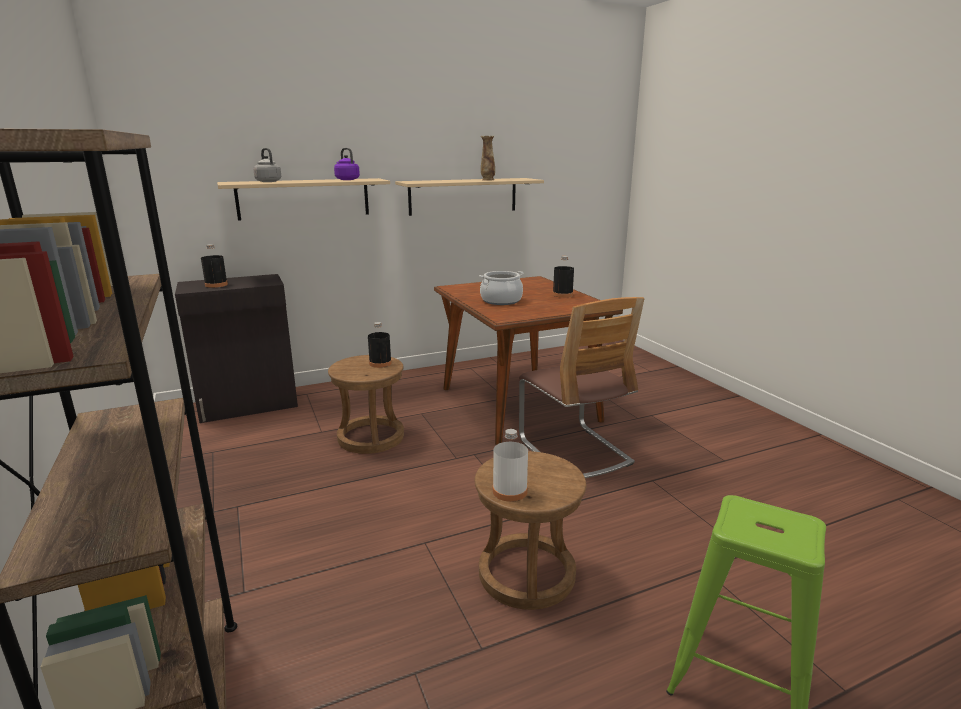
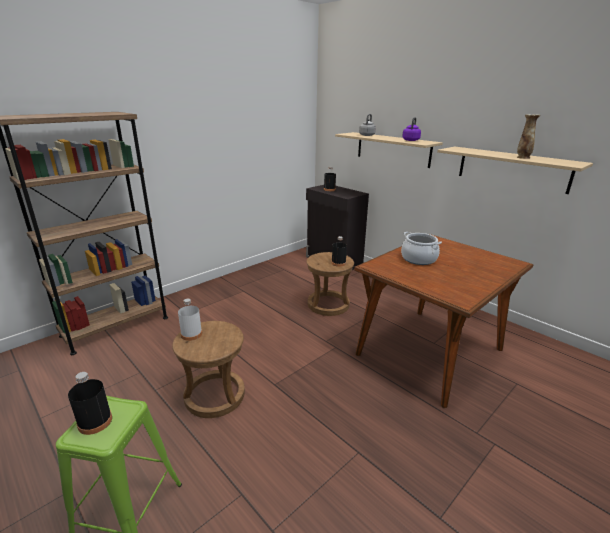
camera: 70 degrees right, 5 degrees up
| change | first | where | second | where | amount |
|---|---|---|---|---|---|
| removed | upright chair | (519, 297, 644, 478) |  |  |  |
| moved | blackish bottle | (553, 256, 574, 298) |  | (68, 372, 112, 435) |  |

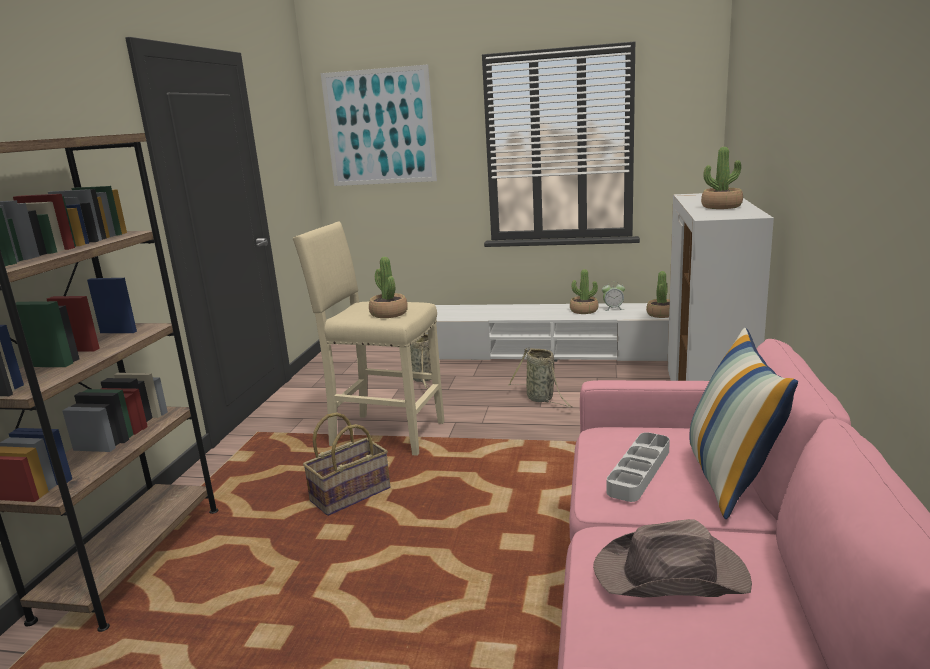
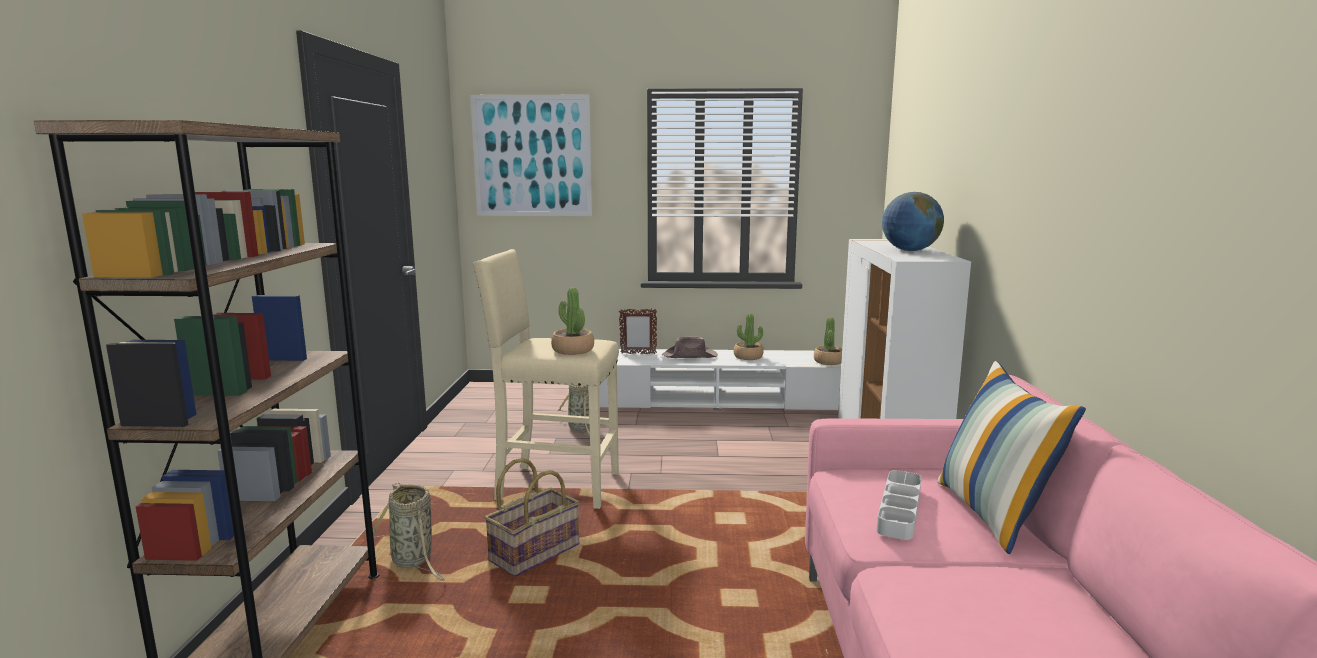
camera: 10 degrees left, 5 degrees down
| change | first | where | second | where | amount |
|---|---|---|---|---|---|
| moved | household basket | (508, 348, 572, 408) |  | (373, 483, 446, 581) |  |
| moved | brownish wearable hat | (593, 519, 752, 598) |  | (662, 336, 718, 358) |  |
| removed | table clock | (602, 282, 625, 311) |  |  |  |
| replaced | potted plant | (701, 147, 743, 209) | globe | (882, 192, 944, 251) |  |
| added |  |  | photo frame | (619, 309, 657, 354) |  |

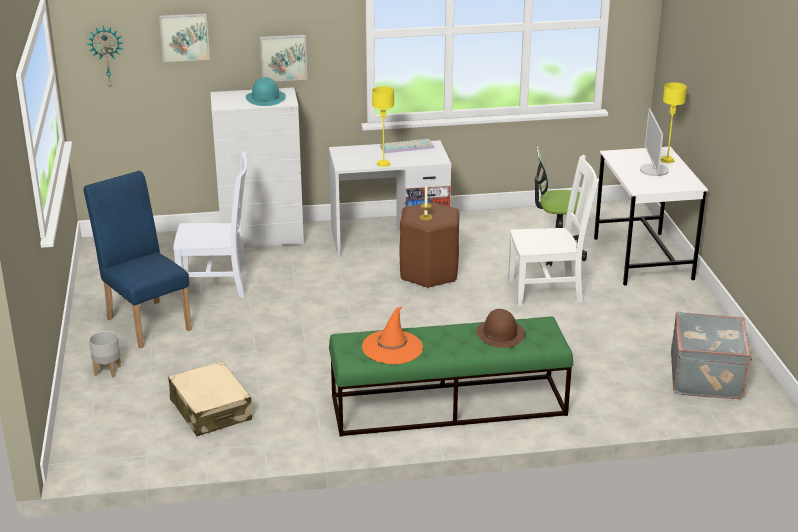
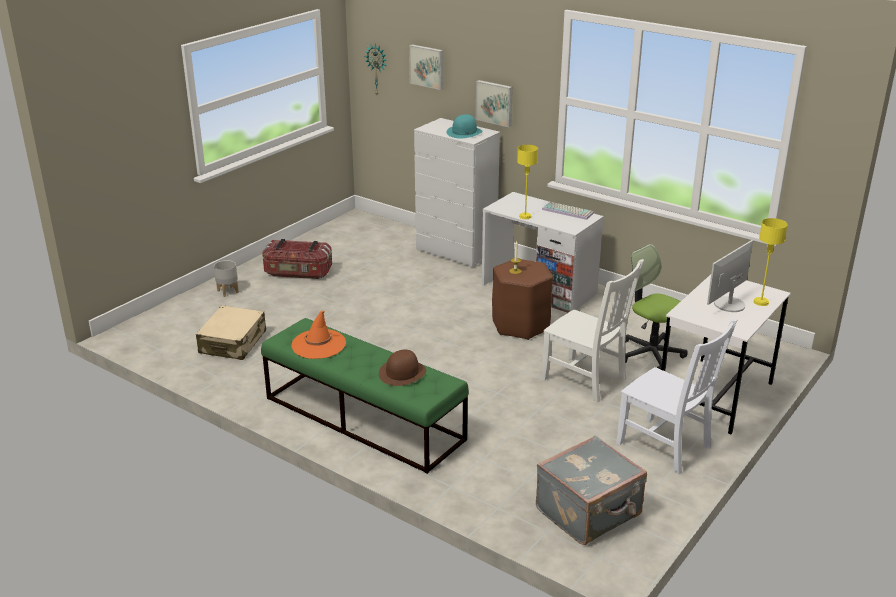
camera: 45 degrees right, 0 degrees up
| change | first | where | second | where | amount |
|---|---|---|---|---|---|
| replaced | blue upright chair | (83, 171, 192, 348) | storage box | (262, 239, 332, 279) |  |
| moved | white upright chair | (173, 151, 249, 299) |  | (616, 319, 738, 474) |  |

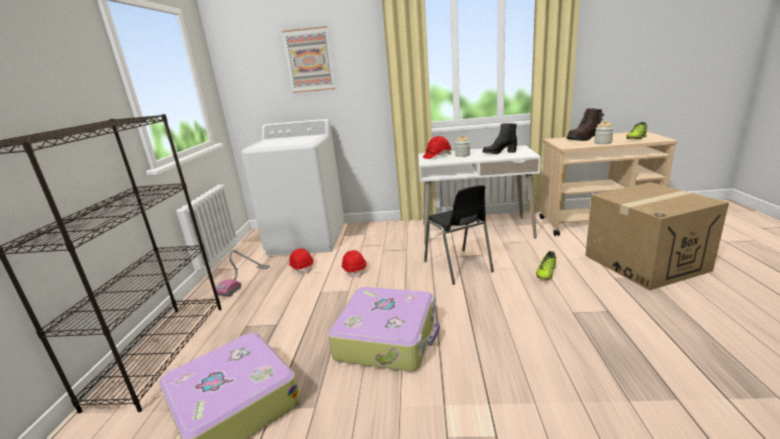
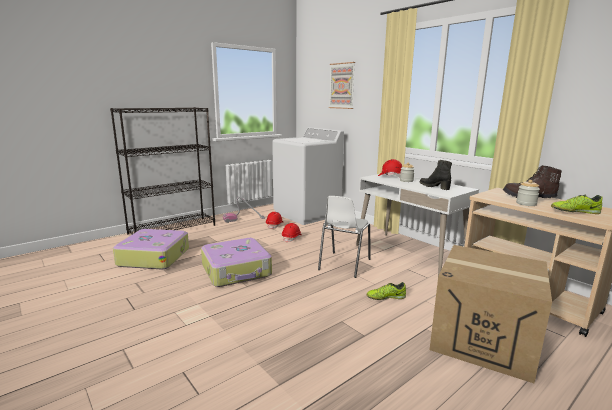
camera: 45 degrees right, 5 degrees down
| change | first | where | second | where | amount |
|---|---|---|---|---|---|
| recoloured | blackish upright chair | (424, 185, 494, 284) | white upright chair | (318, 196, 371, 278) |  |

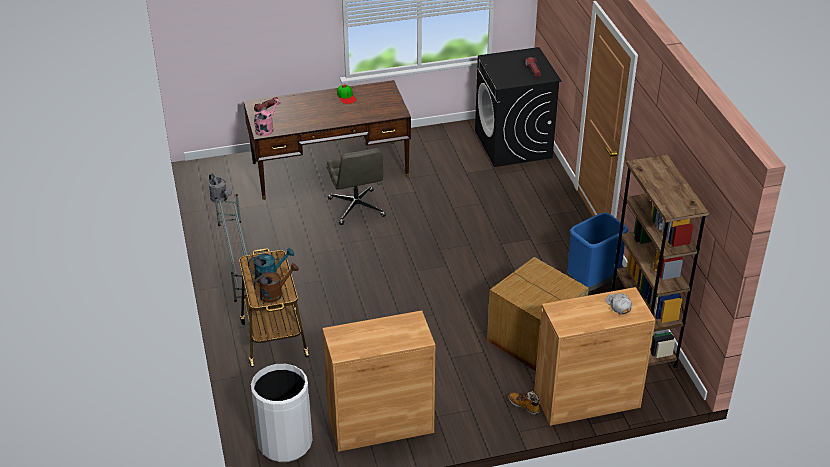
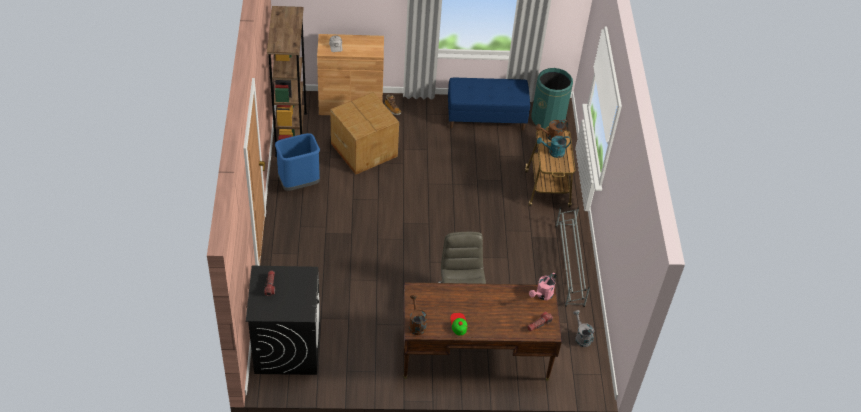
camera: 170 degrees left, 10 degrees up
| change | first | where | second | where | amount |
|---|---|---|---|---|---|
| recoloured | white rubbish bin | (251, 364, 313, 462) | greenish rubbish bin | (531, 68, 573, 129) |  |
| replaced | brownish cabinet | (322, 310, 435, 452) | blue bench | (448, 78, 530, 130) |  |
| added |  |  | brownish watering pot | (409, 294, 427, 335) |  |

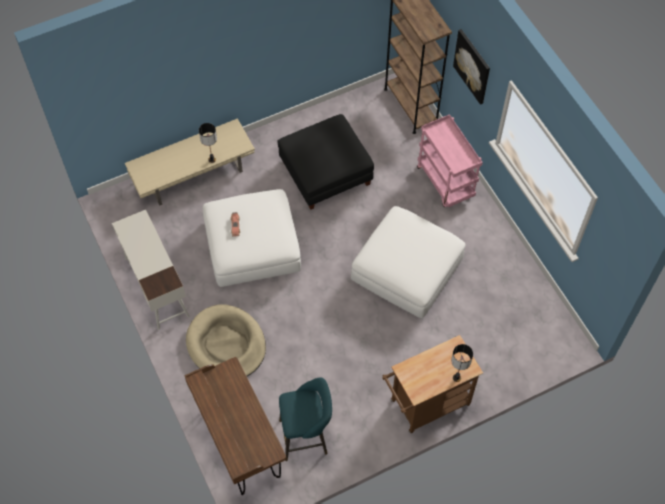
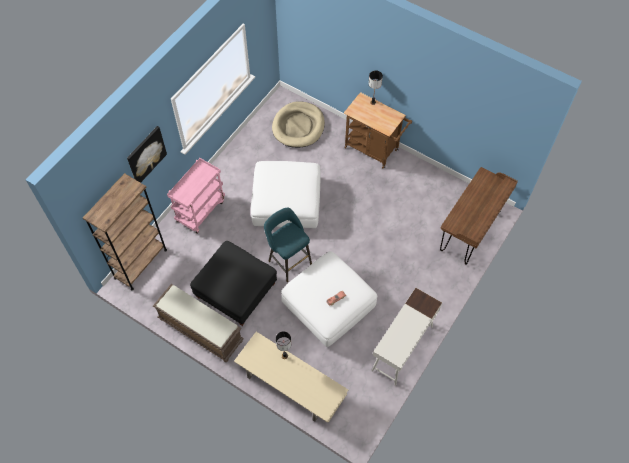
camera: 120 degrees left, 0 degrees up
| change | first | where | second | where | amount |
|---|---|---|---|---|---|
| moved | beige-coloured dog cushion | (186, 304, 266, 376) |  | (272, 102, 325, 148) |  |
| moved | blue-green sitting stool | (279, 377, 332, 461) |  | (264, 208, 312, 282) |  |
| added |  |  | brownish bench | (153, 284, 244, 362) |  |

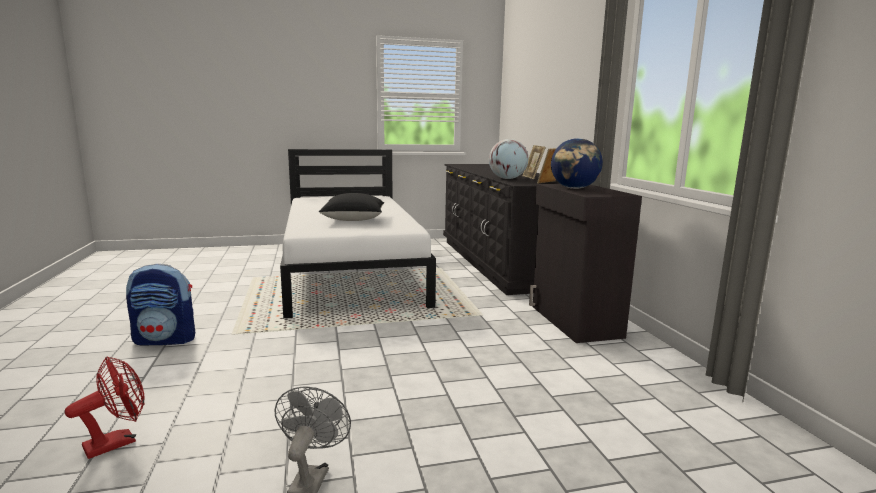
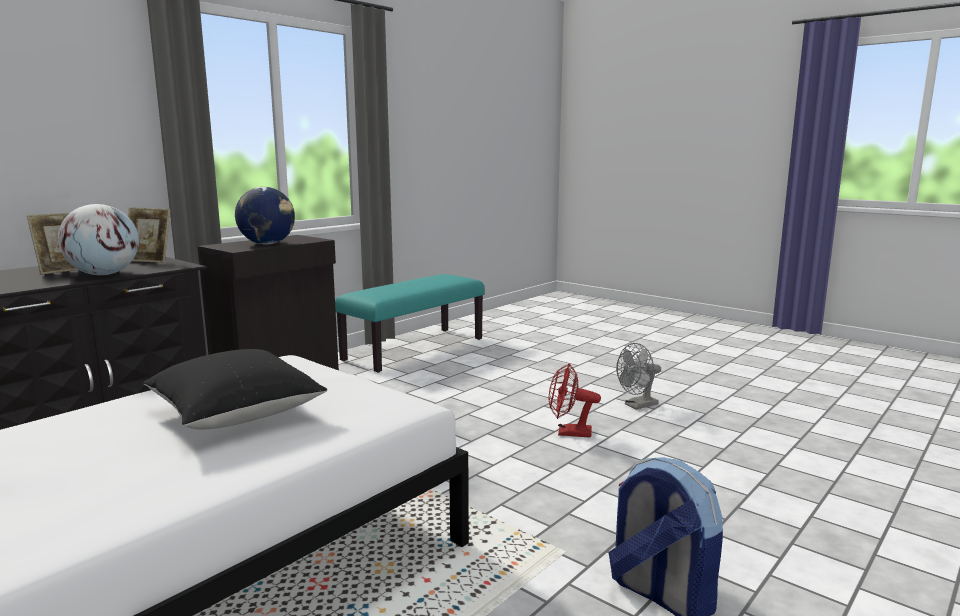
camera: 125 degrees left, 0 degrees up
| change | first | where | second | where | amount |
|---|---|---|---|---|---|
| moved | reddish cooling fan | (65, 356, 145, 459) |  | (549, 363, 601, 438) |  |
| added |  |  | blue-green bench | (335, 274, 485, 372) |  |

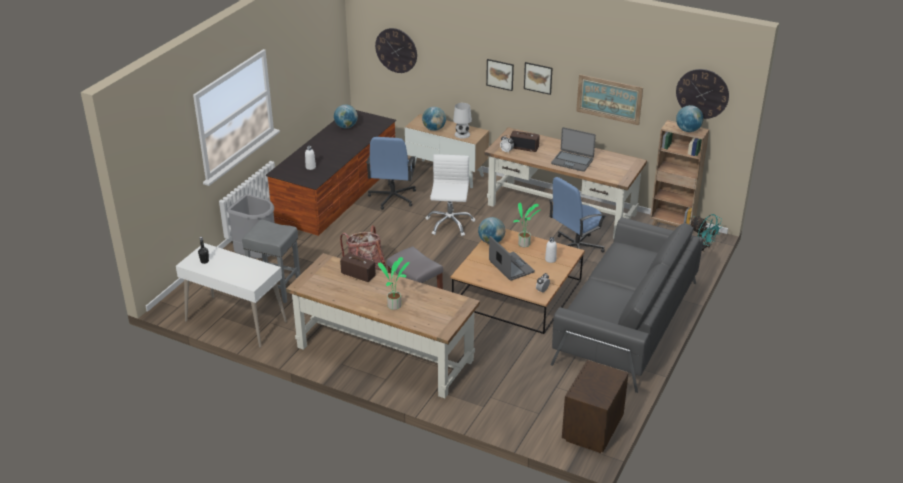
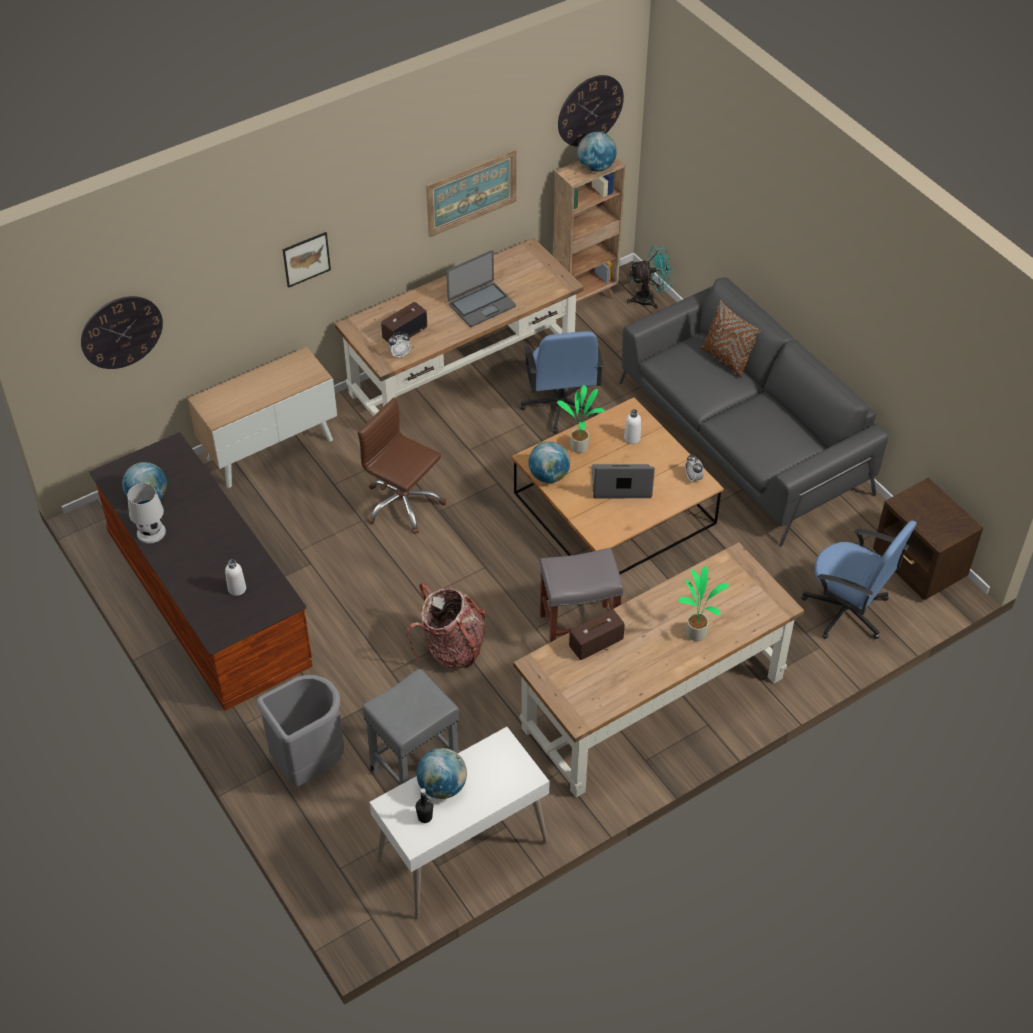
camera: 60 degrees left, 15 degrees up
| change | first | where | second | where | amount |
|---|---|---|---|---|---|
| moved | blue office chair | (366, 137, 416, 210) |  | (801, 520, 917, 639) |  |
| moved | globe | (422, 107, 446, 131) |  | (417, 748, 467, 799) |  |
| recoloured | white office chair | (426, 154, 475, 236) | brownish office chair | (358, 398, 446, 534) |  |
| moved | white tabletop lamp | (453, 103, 472, 139) |  | (127, 483, 166, 543) |  |
| removed | picture | (524, 62, 553, 95) |  |  |  |
| added |  |  | brownish pillow | (701, 300, 761, 378) |  |

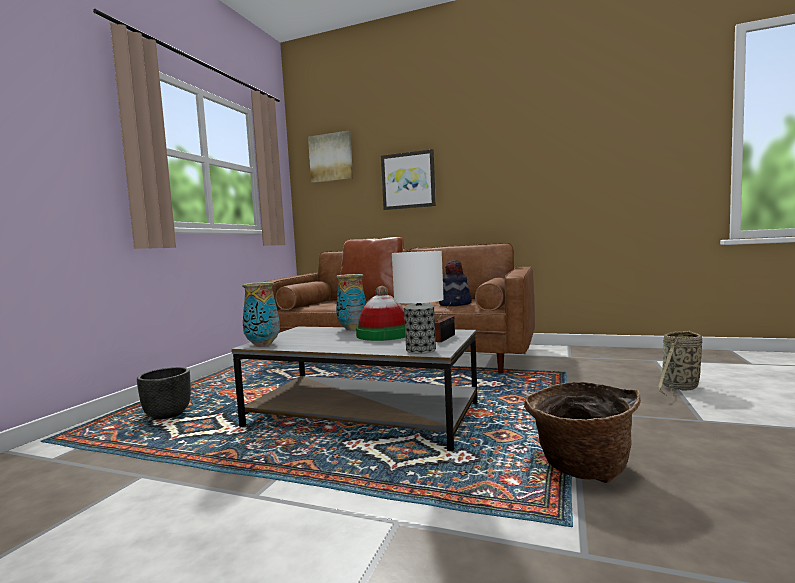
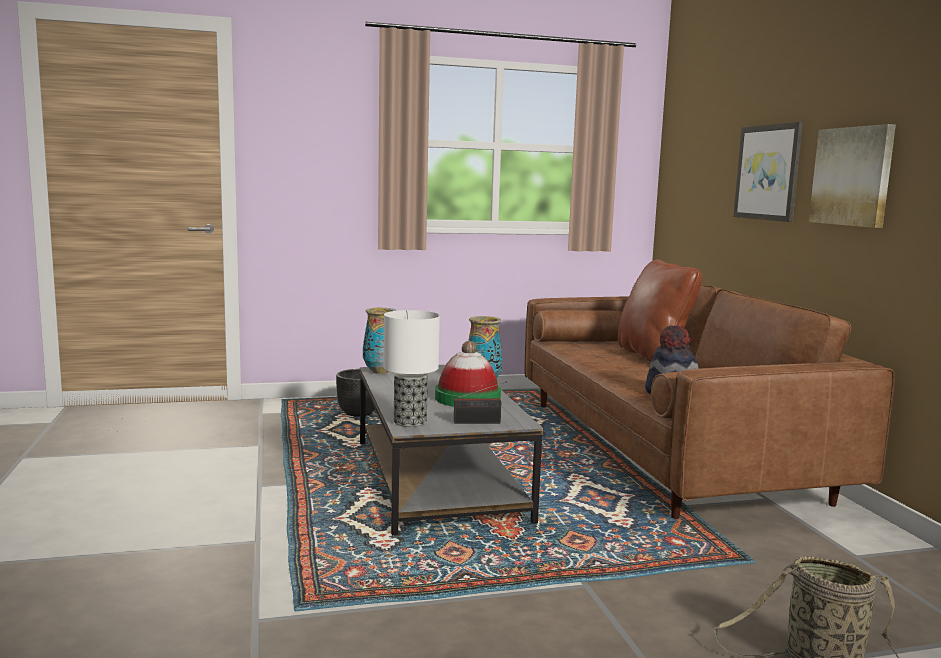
camera: 55 degrees right, 5 degrees up
| change | first | where | second | where | amount |
|---|---|---|---|---|---|
| moved | picture | (308, 131, 353, 183) |  | (809, 124, 896, 228) |  |
| removed | household basket | (524, 382, 641, 483) |  |  |  |

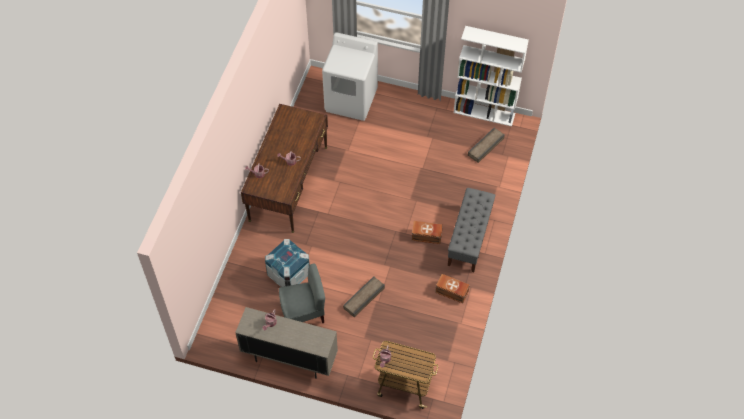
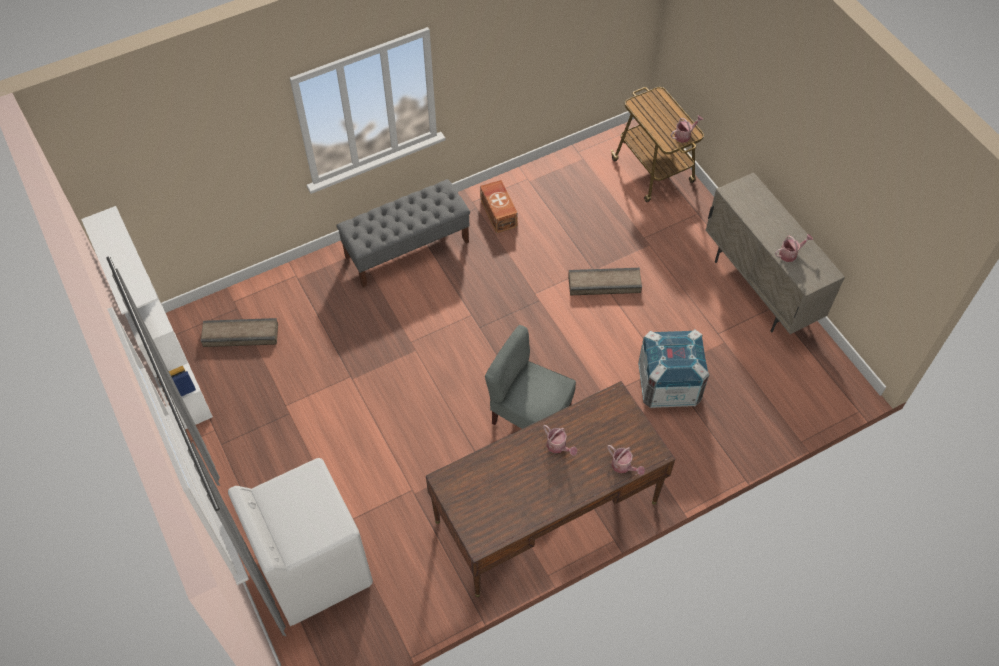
camera: 135 degrees left, 0 degrees up
| change | first | where | second | where | amount |
|---|---|---|---|---|---|
| moved | greyish upright chair | (279, 264, 325, 323) |  | (485, 325, 576, 429) |  |
| removed | brownish storage box | (412, 221, 443, 244) |  |  |  |

